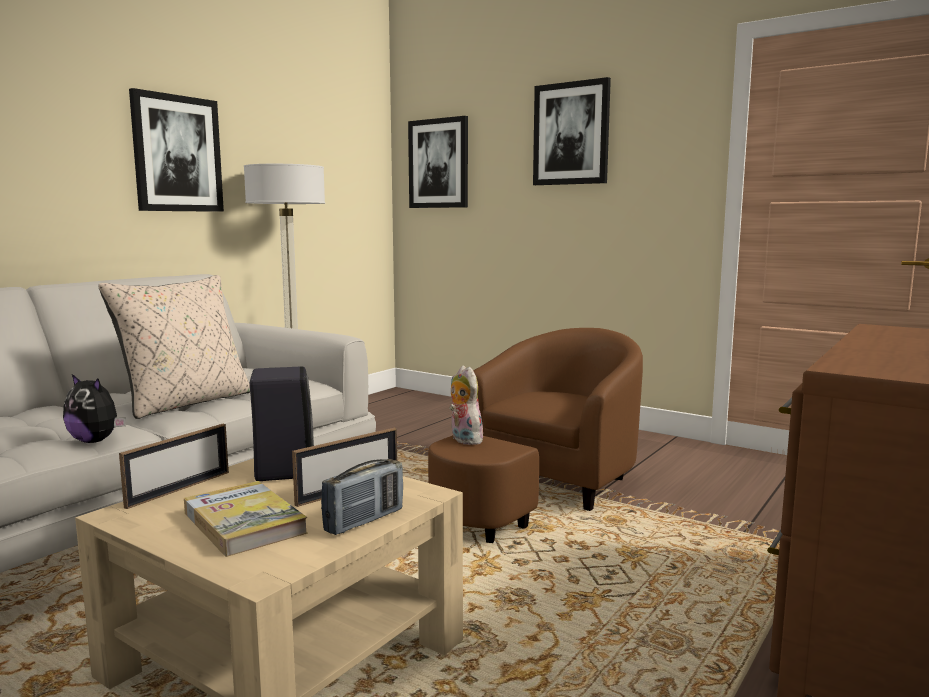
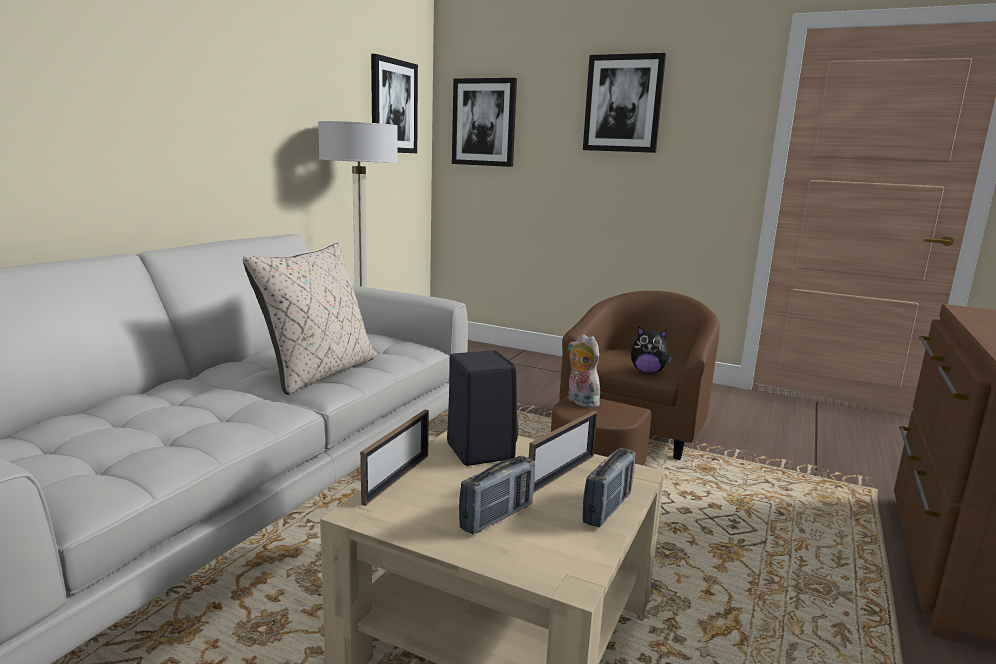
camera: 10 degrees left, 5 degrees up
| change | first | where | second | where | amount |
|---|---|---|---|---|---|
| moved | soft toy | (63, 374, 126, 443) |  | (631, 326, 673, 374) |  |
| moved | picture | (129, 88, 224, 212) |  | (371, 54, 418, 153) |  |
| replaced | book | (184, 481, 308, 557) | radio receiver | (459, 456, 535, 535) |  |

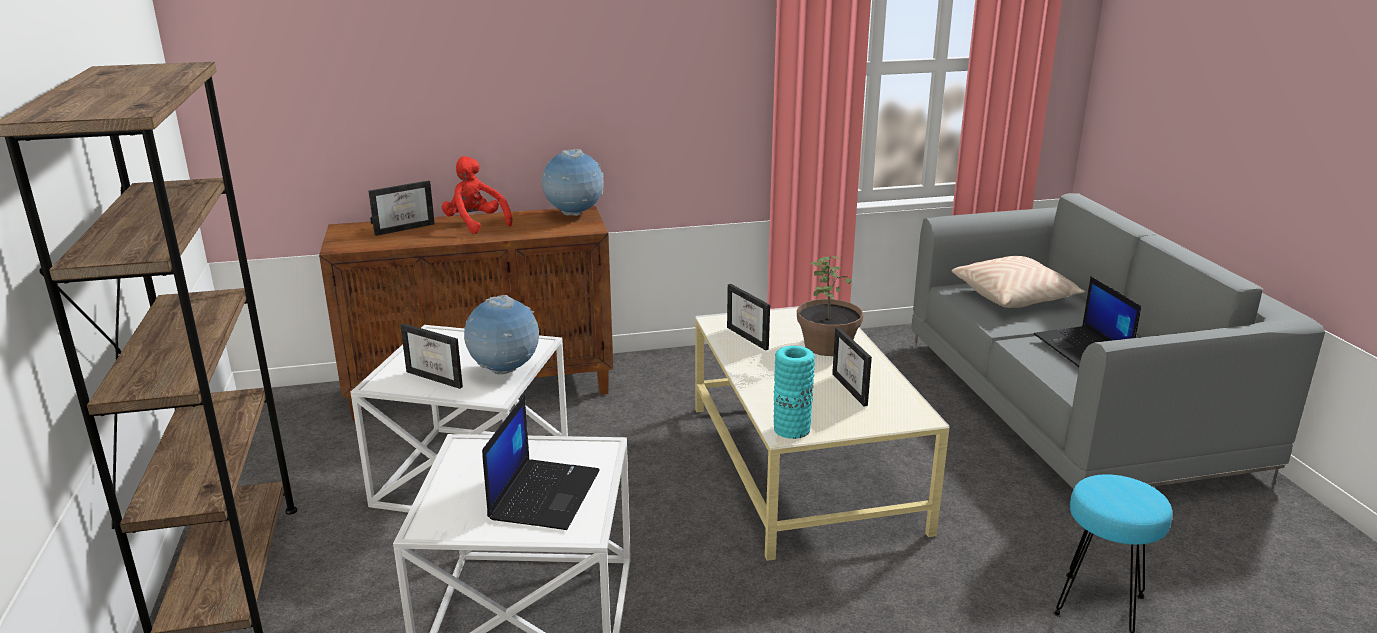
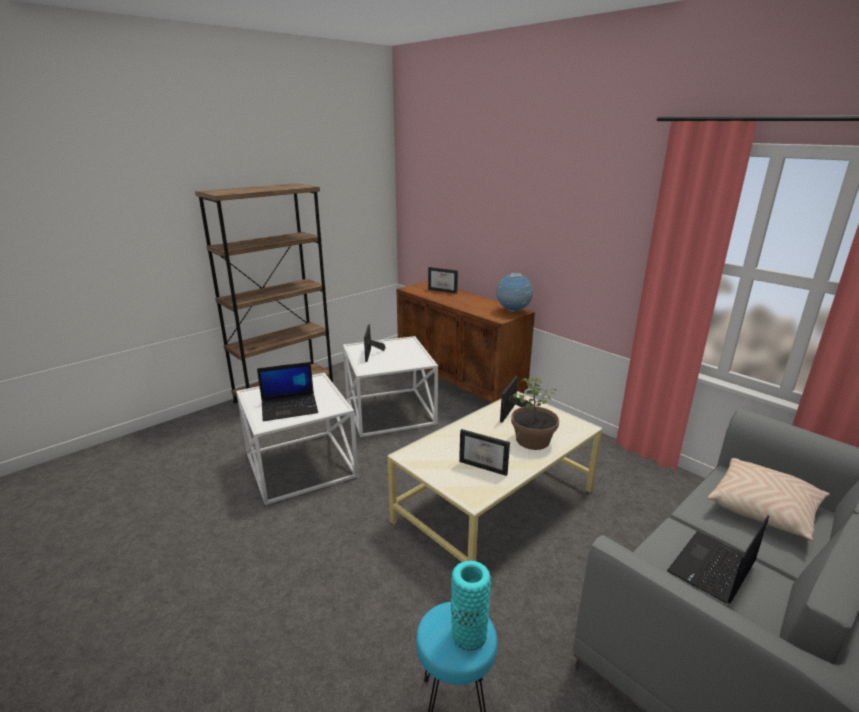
camera: 60 degrees right, 0 degrees up
| change | first | where | second | where | amount |
|---|---|---|---|---|---|
| removed | reddish soft toy | (442, 156, 513, 234) |  |  |  |
| removed | globe | (464, 295, 539, 375) |  |  |  |
| moved | blue-green flower vase | (774, 346, 815, 439) |  | (451, 561, 491, 651) |  |
| turned | photo frame | (832, 327, 872, 407) |  | (459, 429, 510, 476) | 105 degrees counterclockwise |

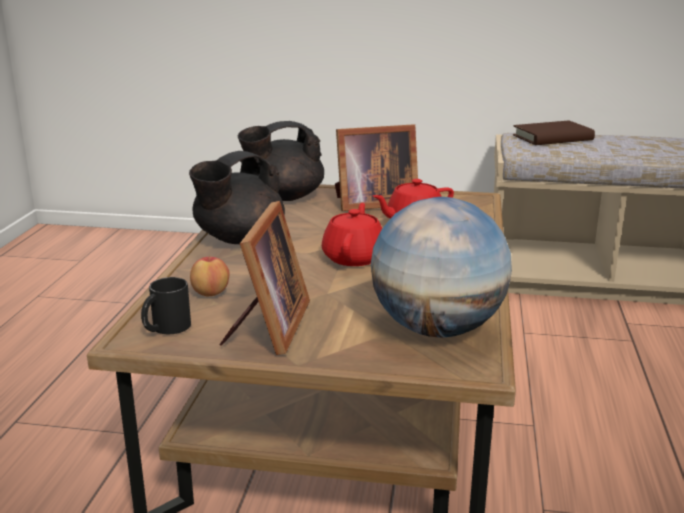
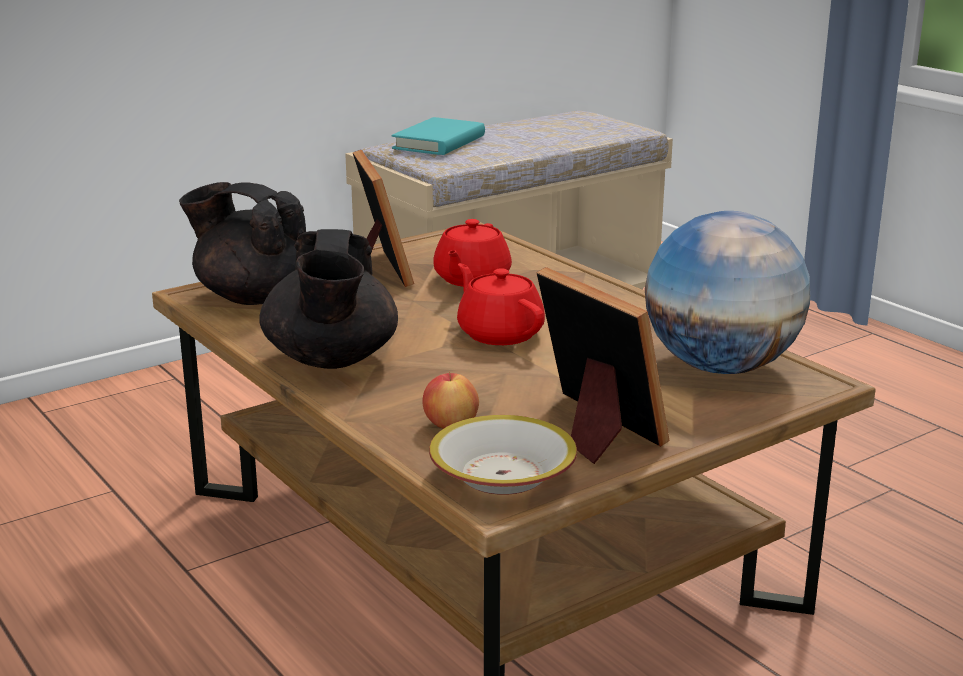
camera: 45 degrees left, 0 degrees up
| change | first | where | second | where | amount |
|---|---|---|---|---|---|
| replaced | blackish coffee mug | (141, 277, 191, 334) | bowl | (429, 415, 577, 495) |  |
| turned | blackish tea pot | (238, 121, 324, 201) |  | (179, 182, 306, 305) | 90 degrees clockwise |
| turned | photo frame | (335, 124, 418, 211) |  | (353, 150, 414, 287) | 45 degrees counterclockwise |
| recoloured | brownish book | (513, 121, 595, 145) | blue-green book | (392, 117, 485, 155) |  |

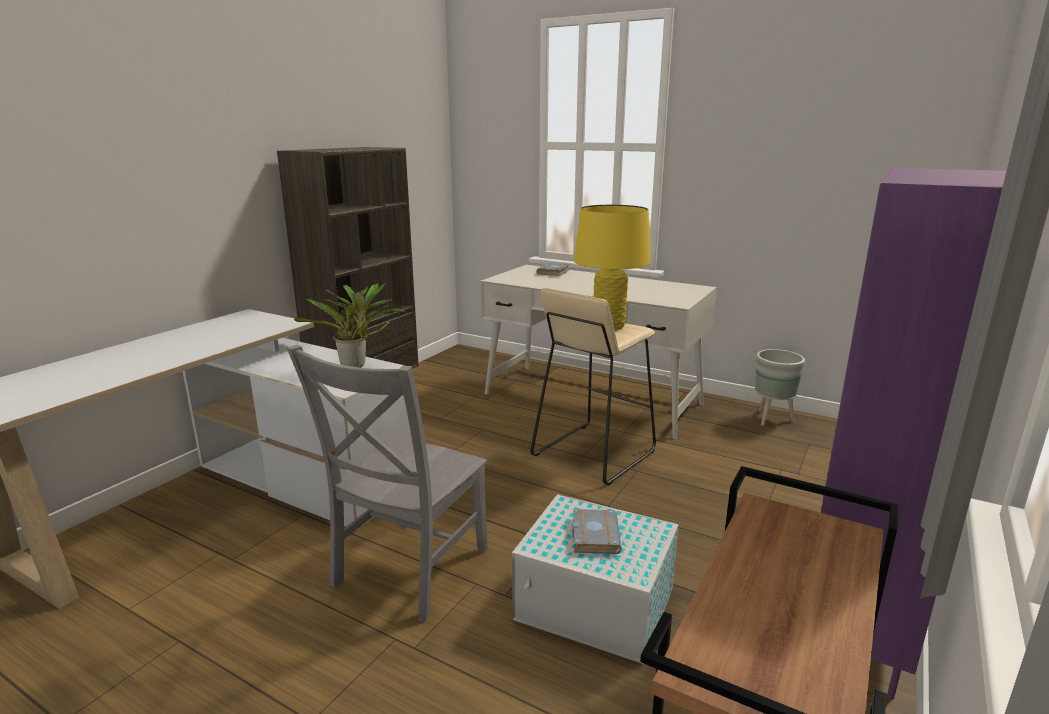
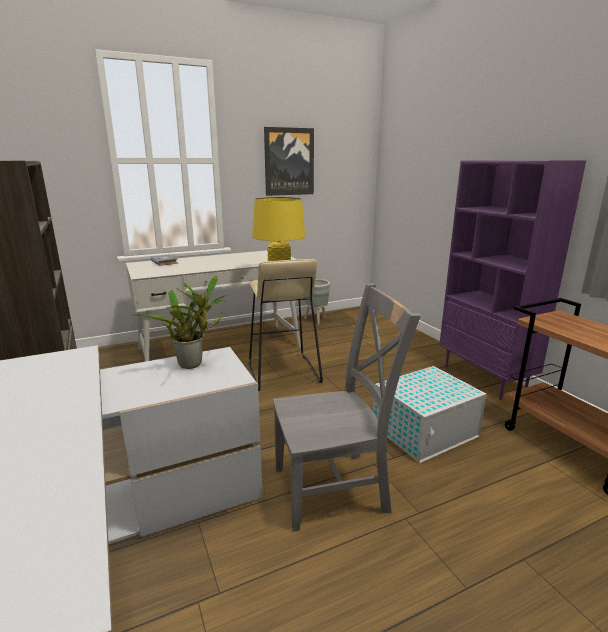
camera: 55 degrees left, 0 degrees up
| change | first | where | second | where | amount |
|---|---|---|---|---|---|
| turned | greyish upright chair | (287, 345, 488, 622) |  | (273, 283, 421, 532) | 75 degrees counterclockwise |
| removed | greyish book | (572, 509, 622, 554) |  |  |  |
| added |  |  | picture | (264, 127, 314, 196) |  |

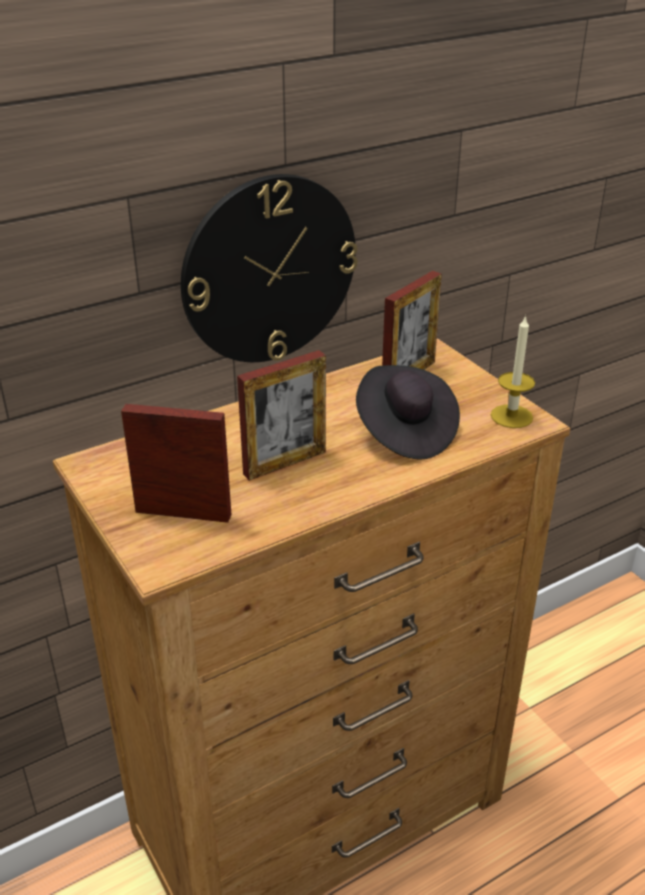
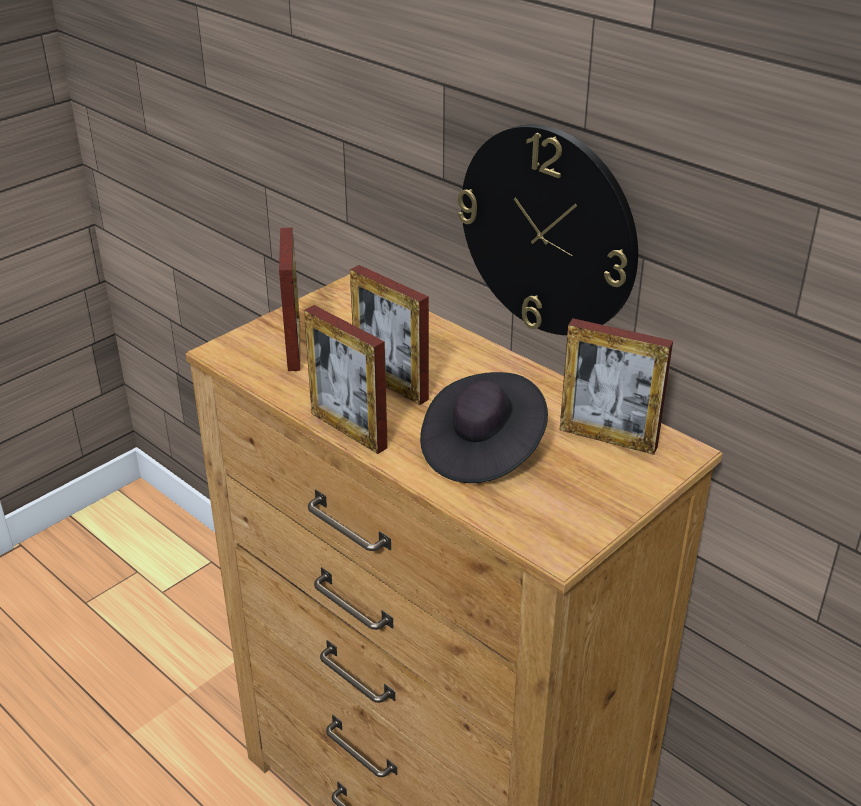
camera: 75 degrees right, 0 degrees up
| change | first | where | second | where | amount |
|---|---|---|---|---|---|
| removed | candle | (491, 315, 535, 428) |  |  |  |
| added |  |  | photo frame | (304, 305, 388, 454) |  |

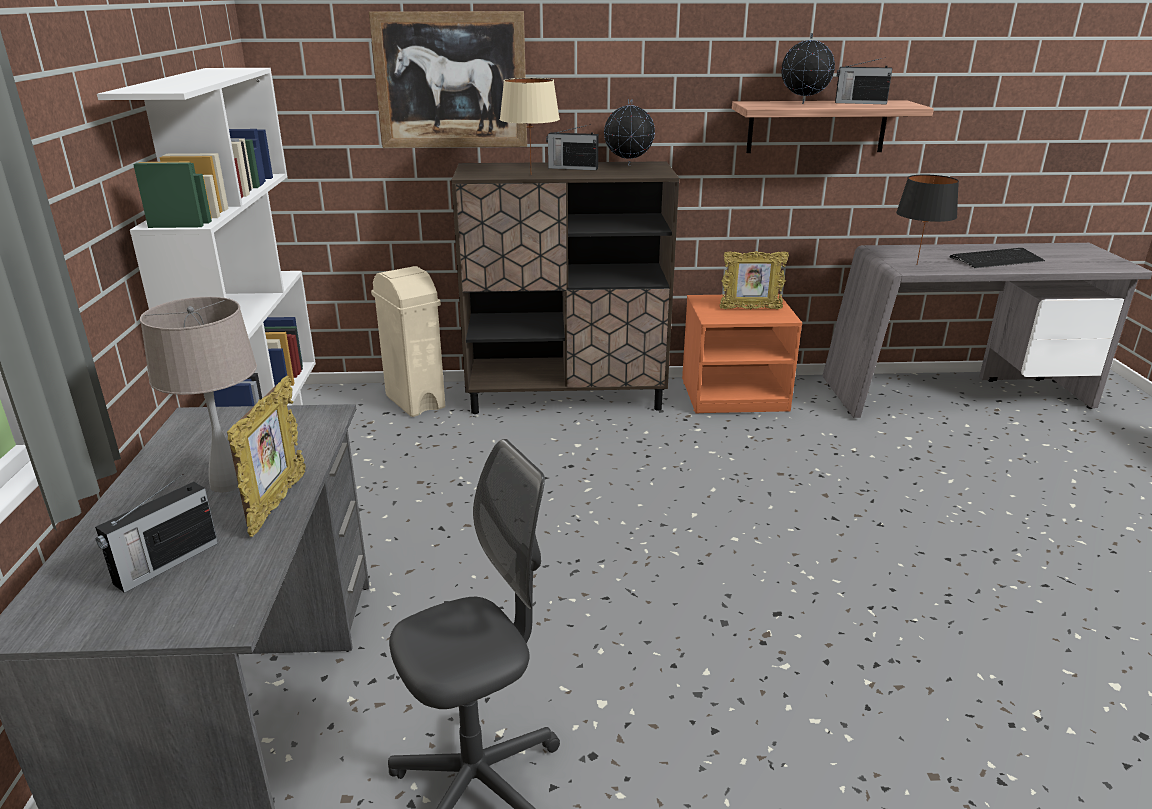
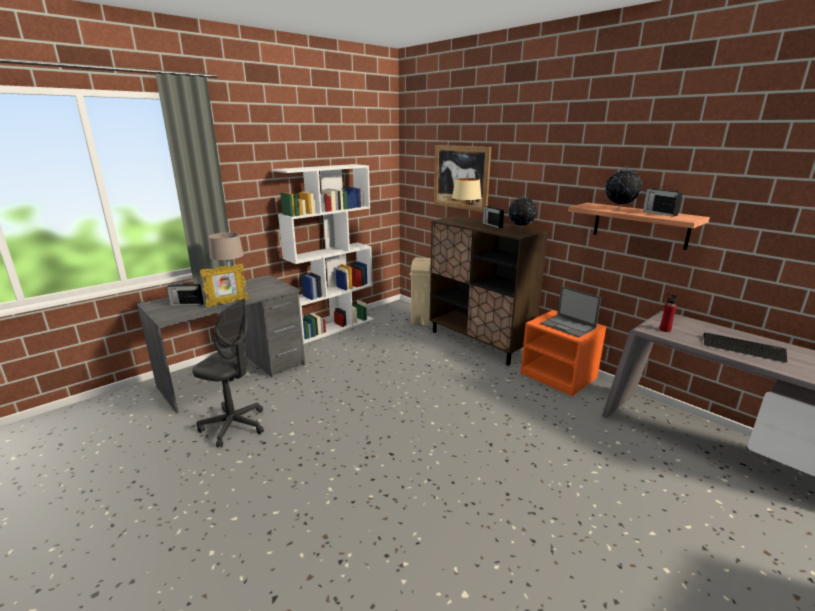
camera: 50 degrees right, 5 degrees down
| change | first | where | second | where | amount |
|---|---|---|---|---|---|
| replaced | photo frame | (719, 251, 789, 309) | portable computer | (540, 286, 601, 338) |  |
| replaced | blackish tabletop lamp | (896, 175, 959, 264) | reddish bottle | (660, 294, 677, 332) |  |

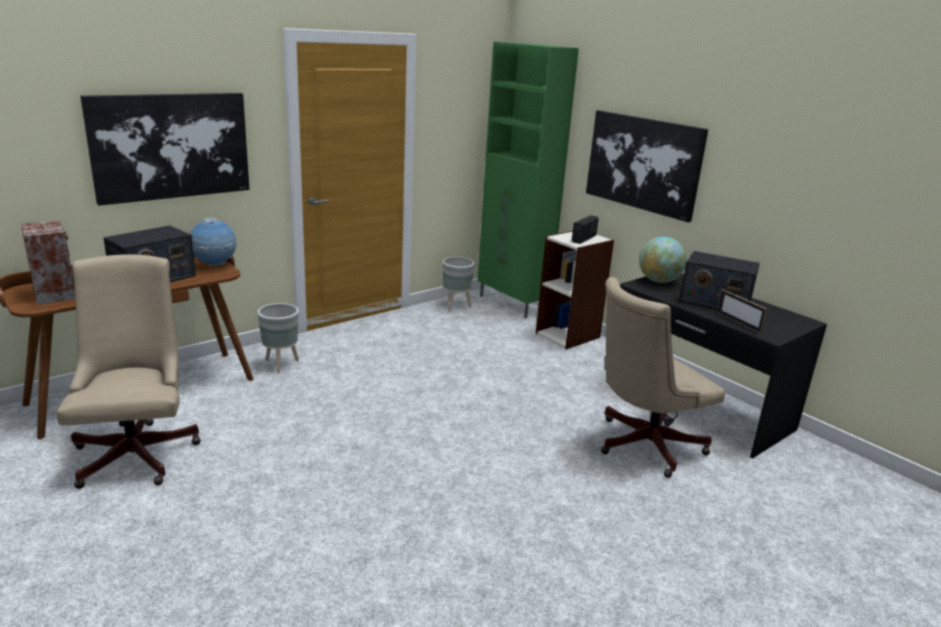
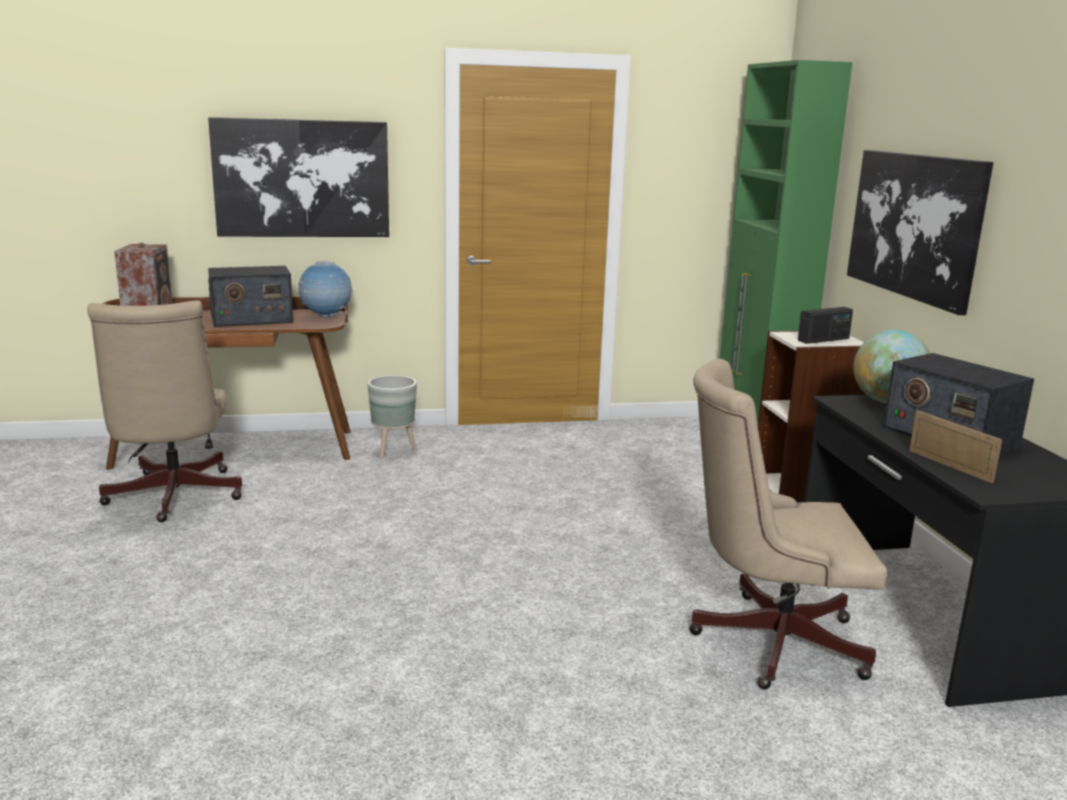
camera: 30 degrees right, 5 degrees down
| change | first | where | second | where | amount |
|---|---|---|---|---|---|
| turned | beige-coloured office chair | (57, 254, 201, 489) |  | (87, 300, 242, 522) | 150 degrees clockwise |
| removed | greyish planter | (442, 257, 475, 312) |  |  |  |
| turned | photo frame | (716, 289, 767, 334) |  | (909, 410, 1003, 483) | 150 degrees clockwise |

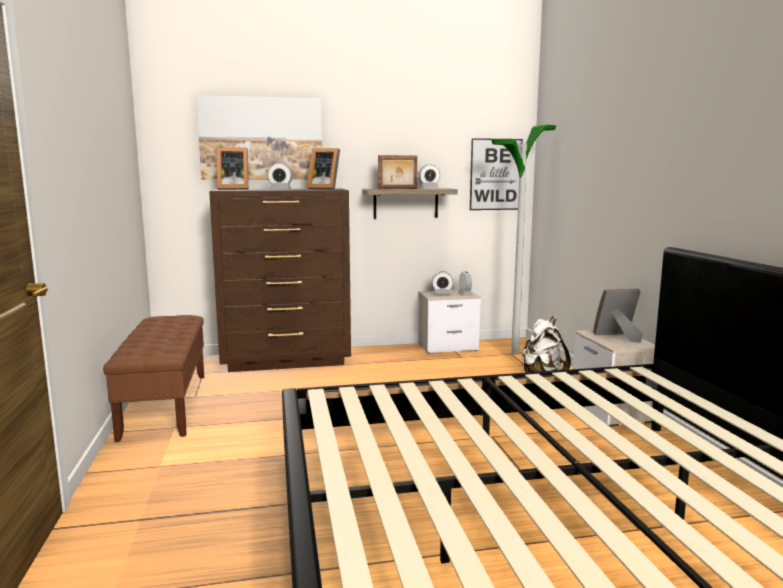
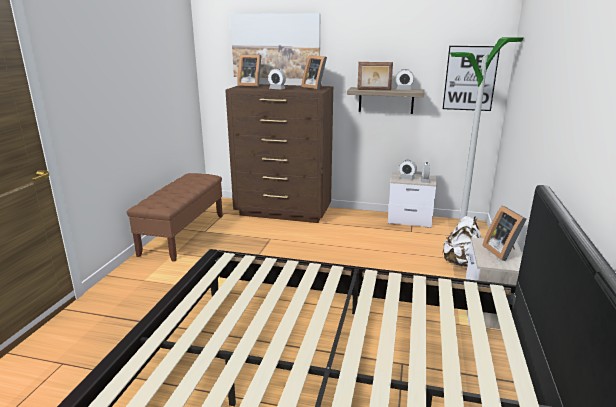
camera: 25 degrees right, 10 degrees up
| change | first | where | second | where | amount |
|---|---|---|---|---|---|
| turned | photo frame | (593, 289, 643, 343) |  | (482, 206, 526, 261) | 120 degrees counterclockwise |

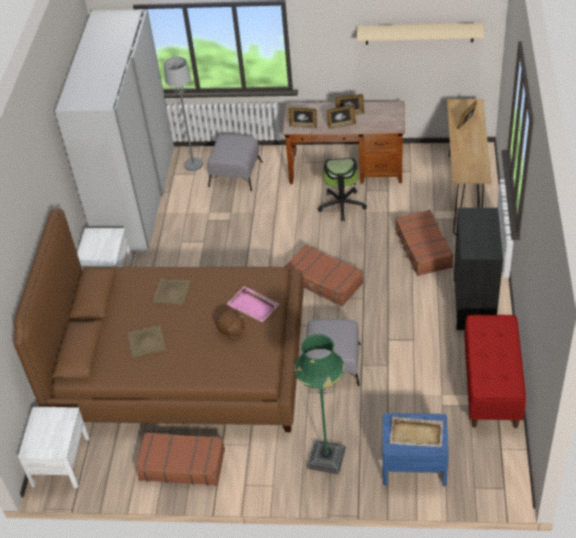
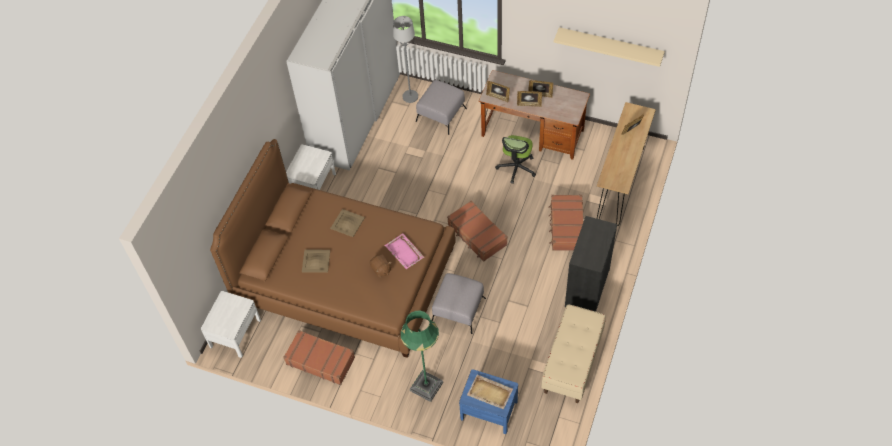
camera: 15 degrees right, 10 degrees up
| change | first | where | second | where | amount |
|---|---|---|---|---|---|
| recoloured | reddish bench | (464, 315, 526, 428) | beige-coloured bench | (541, 304, 606, 403) |  |

